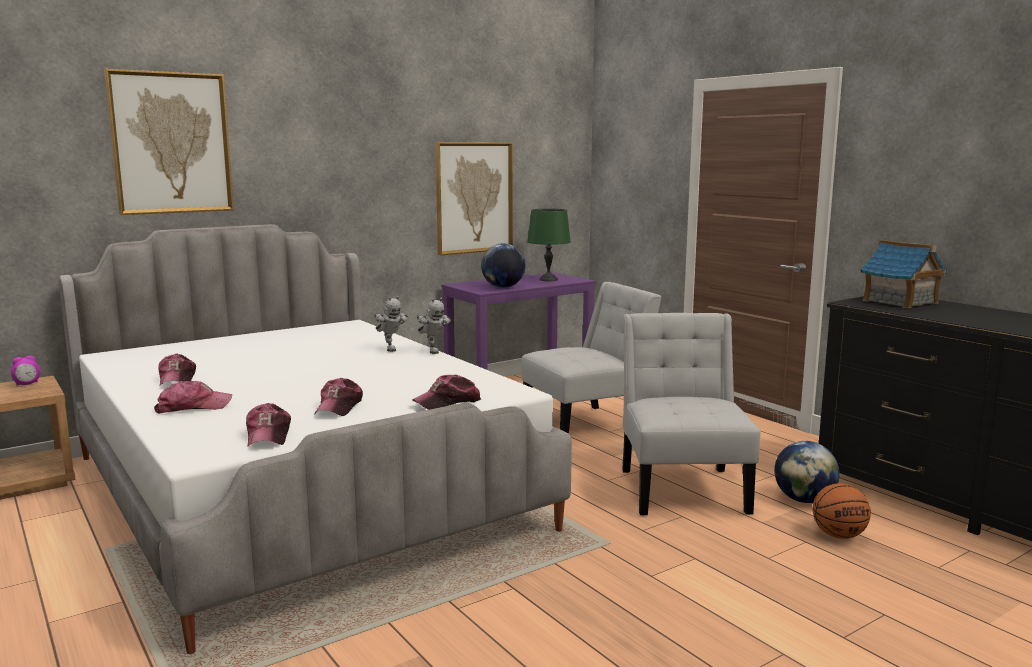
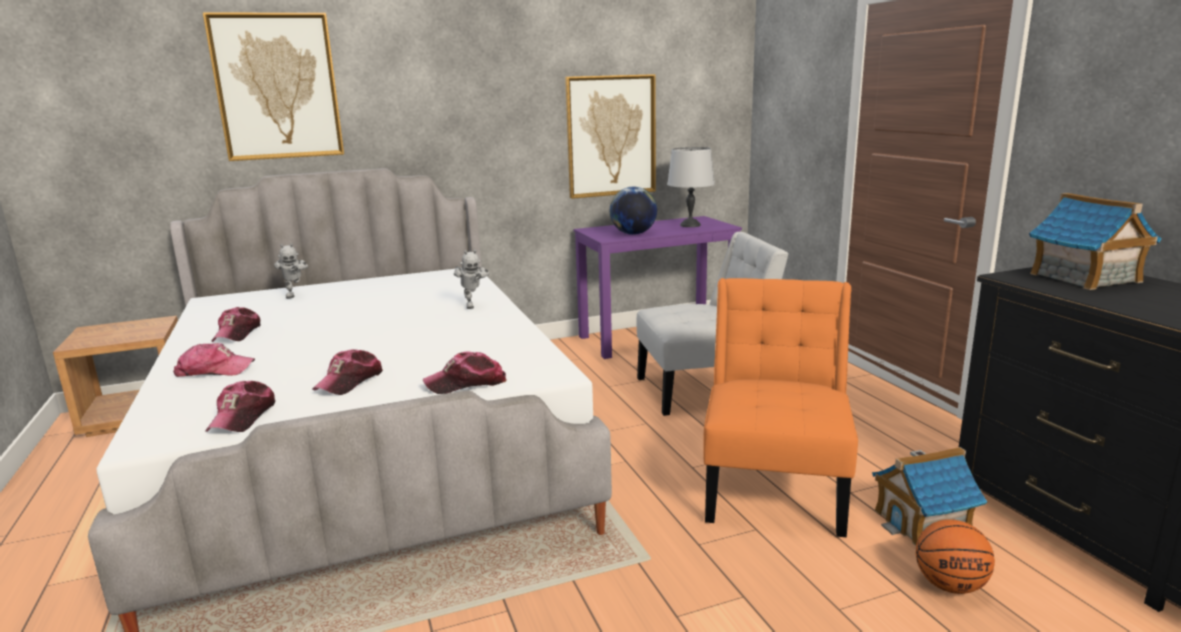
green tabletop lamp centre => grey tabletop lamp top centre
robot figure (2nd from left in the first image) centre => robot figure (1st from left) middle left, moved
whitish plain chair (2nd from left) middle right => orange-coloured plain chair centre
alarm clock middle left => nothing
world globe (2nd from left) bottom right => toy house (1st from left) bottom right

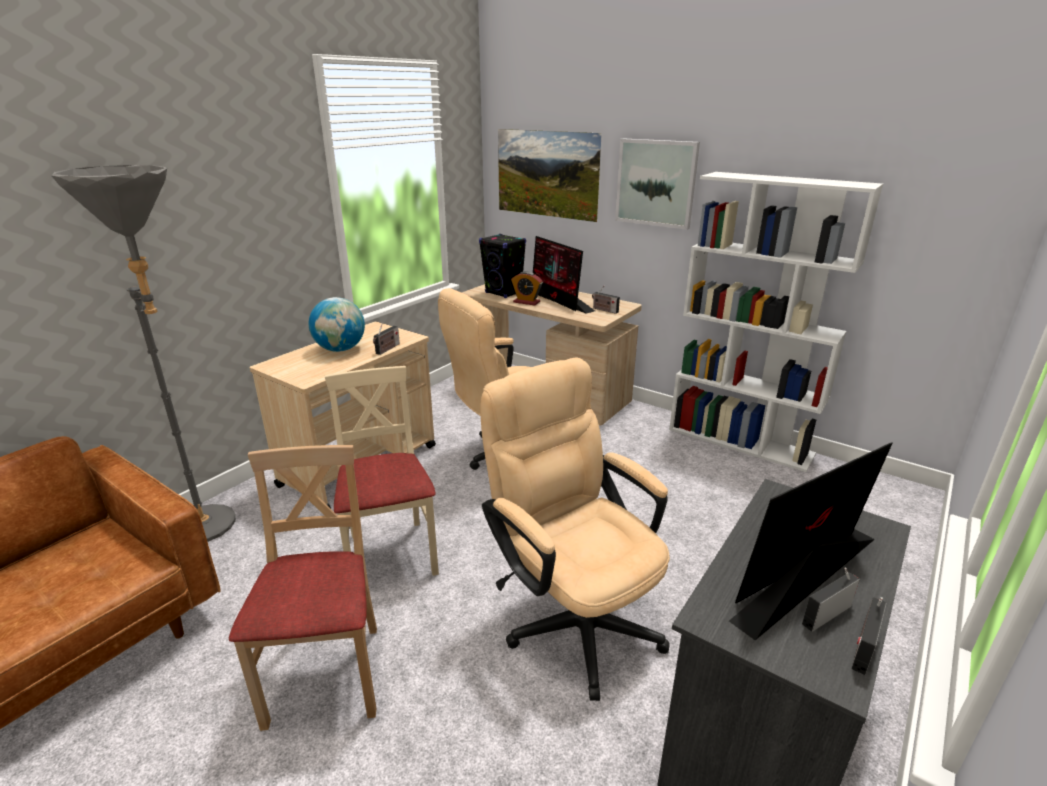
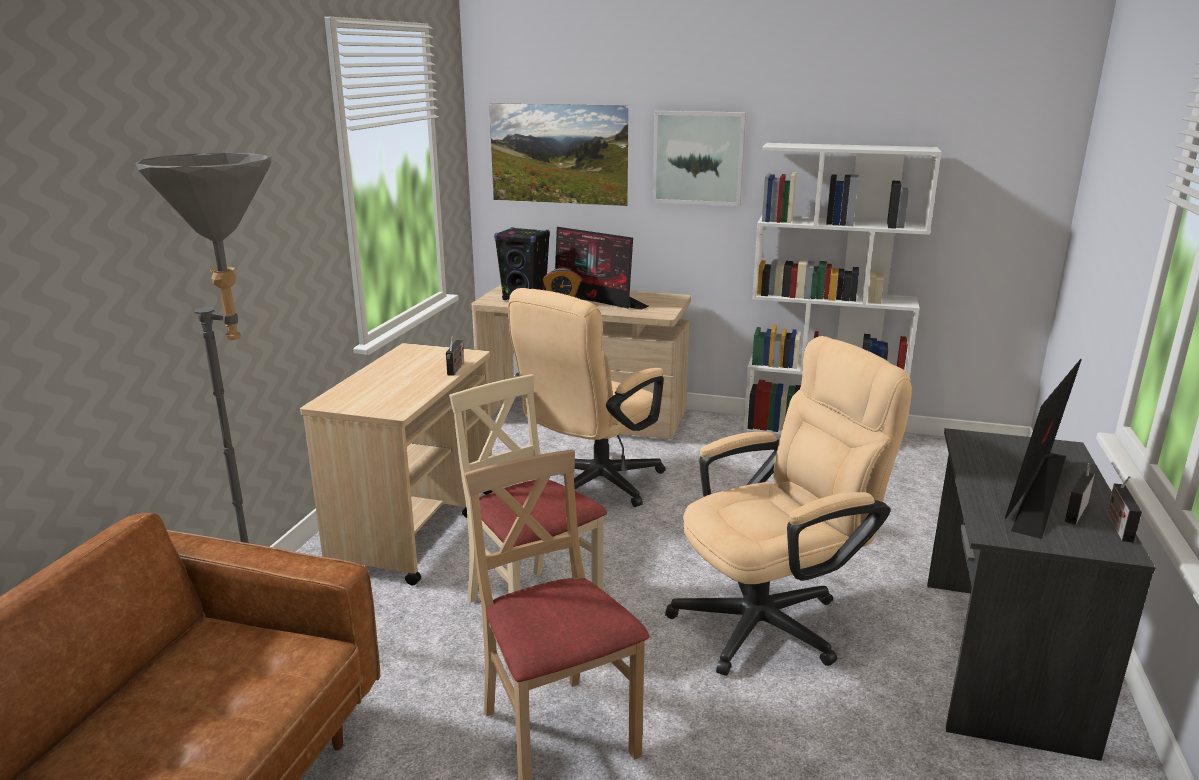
radio set (2nd from left) centre => nothing
world globe middle left => nothing
beige-coloured computer chair (2nd from left) bottom centre => beige-coloured computer chair (2nd from left) centre, 120 degrees clockwise

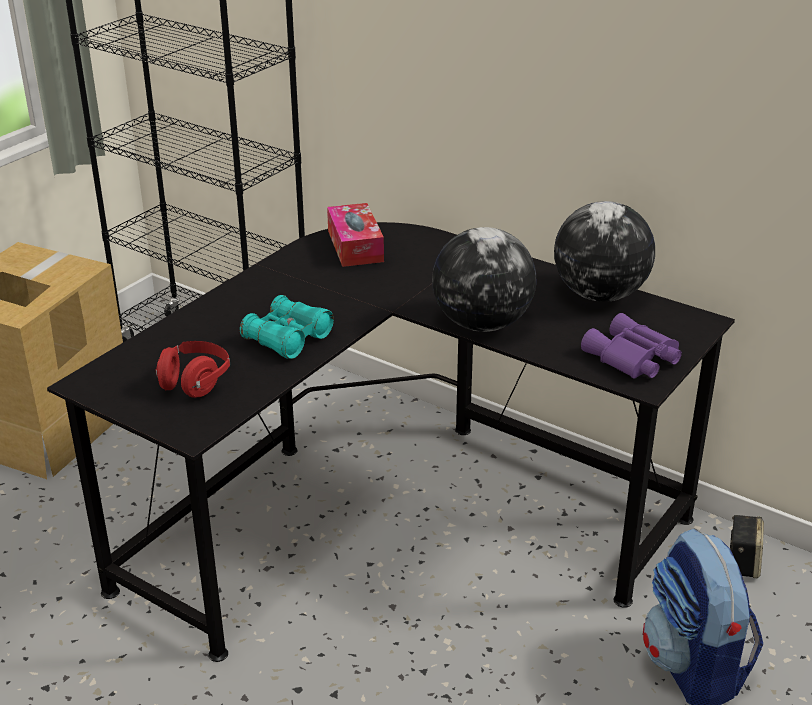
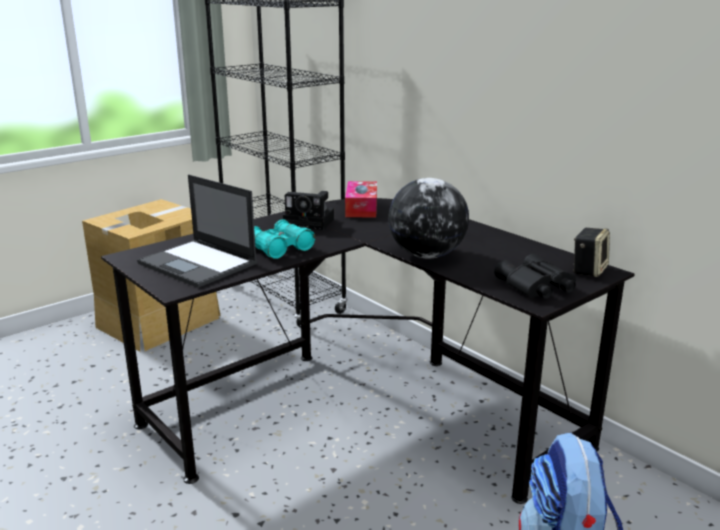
world globe (2nd from left) middle right => nothing
purple binoculars middle right => blackish binoculars middle right
reddish headset middle left => portable computer middle left
loudspeaker bottom right => loudspeaker middle right, moved
nothing => still camera centre

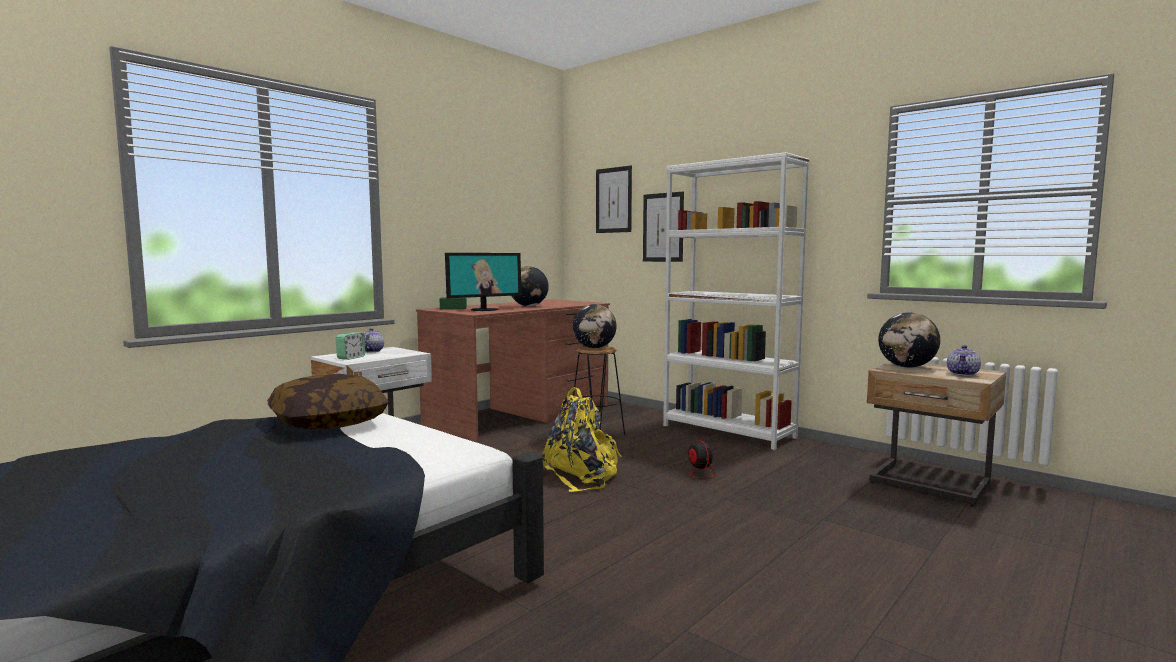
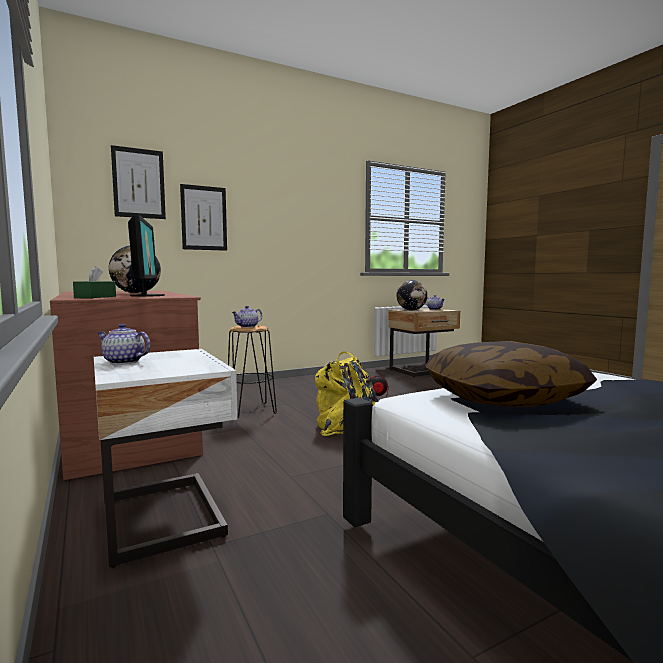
whitish bookshelf centre => nothing
world globe (2nd from left) centre => tea pot (2nd from left) centre
alarm clock middle left => nothing

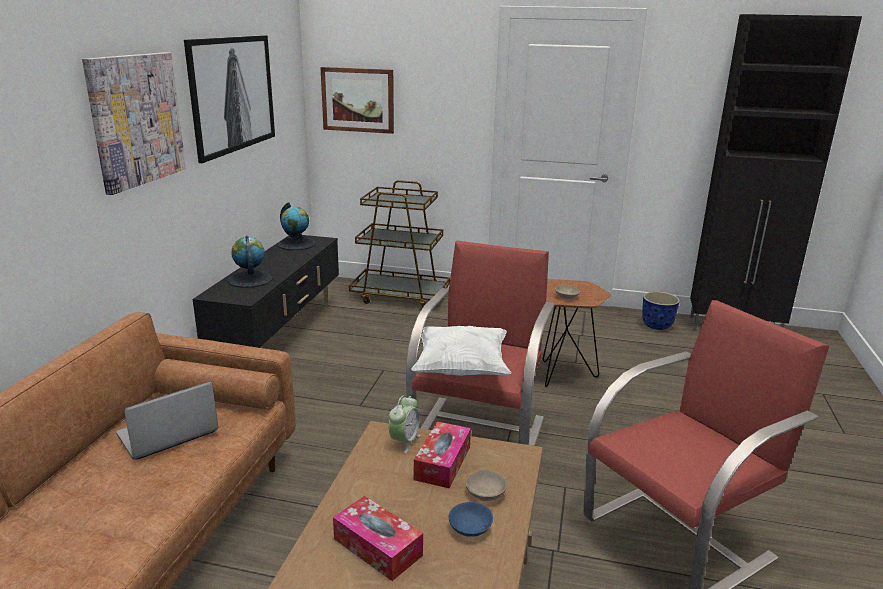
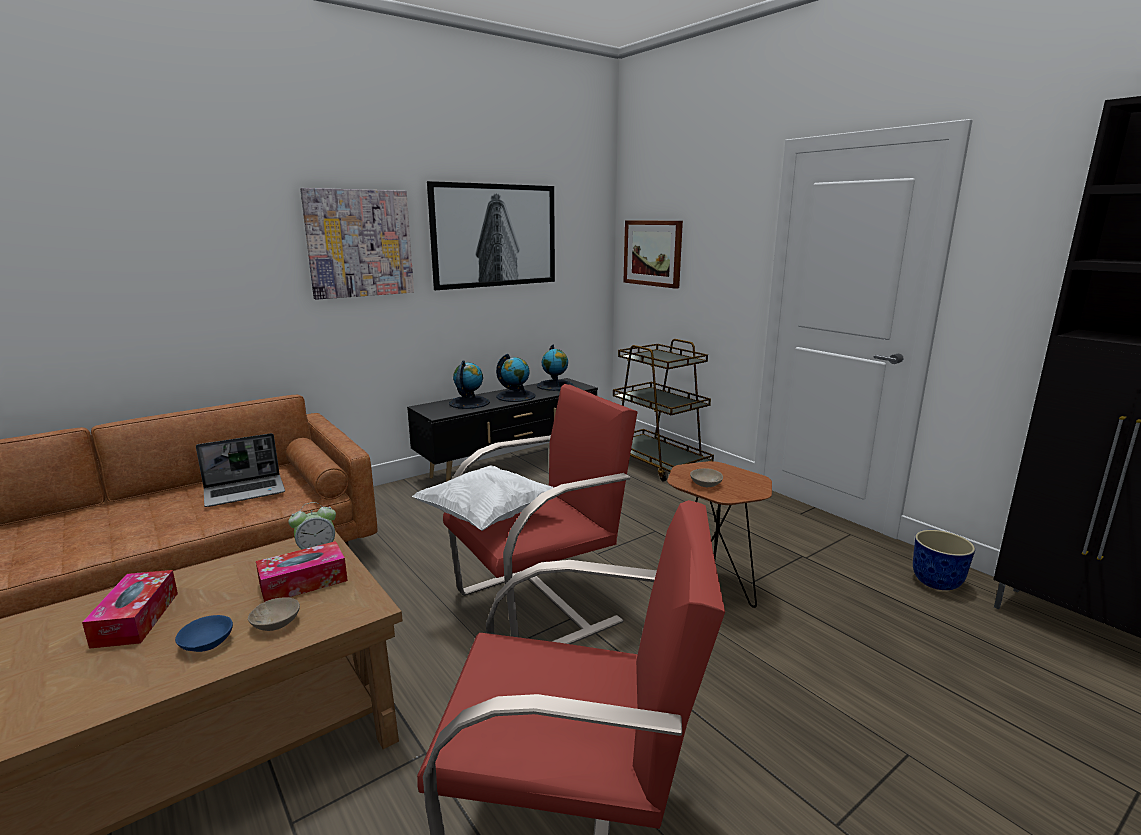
portable computer bottom left => portable computer middle left, 150 degrees clockwise
nothing => world globe (2nd from left) centre

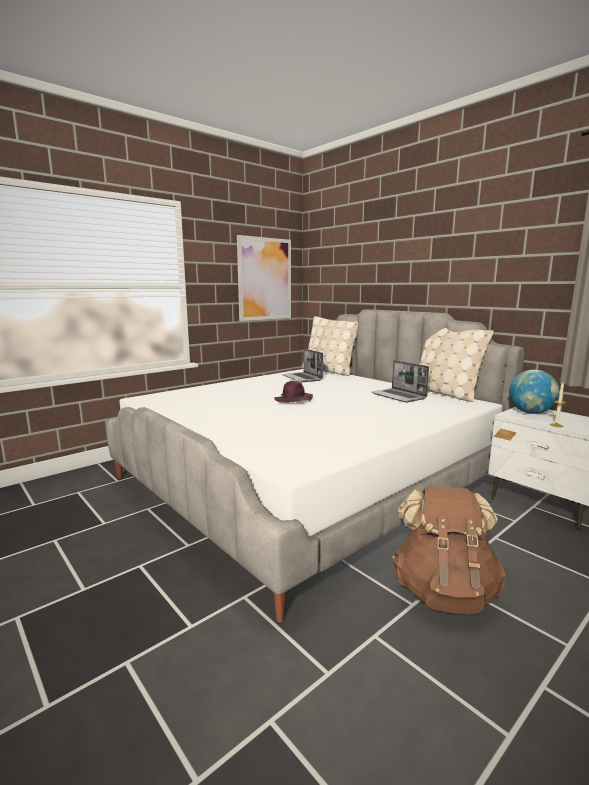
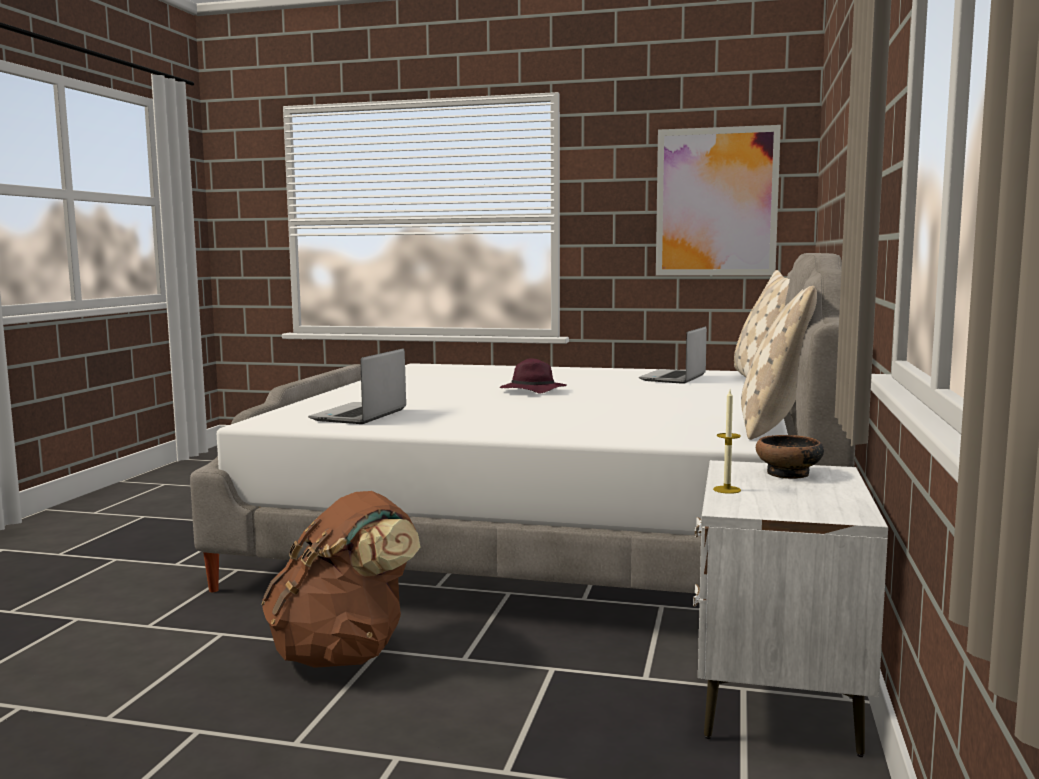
portable computer (2nd from left in the first image) middle right => portable computer (1st from left) centre, moved
world globe middle right => serving bowl middle right

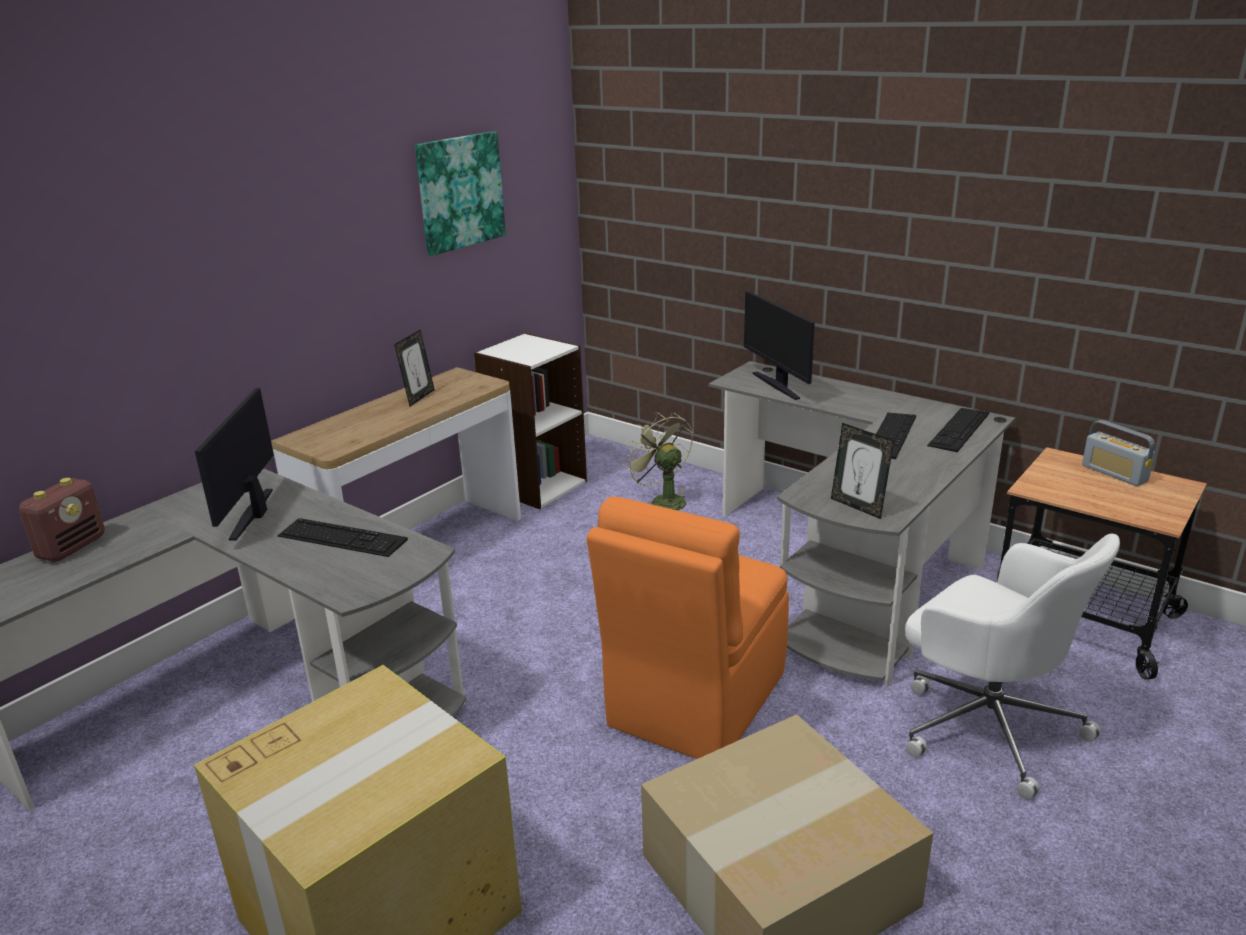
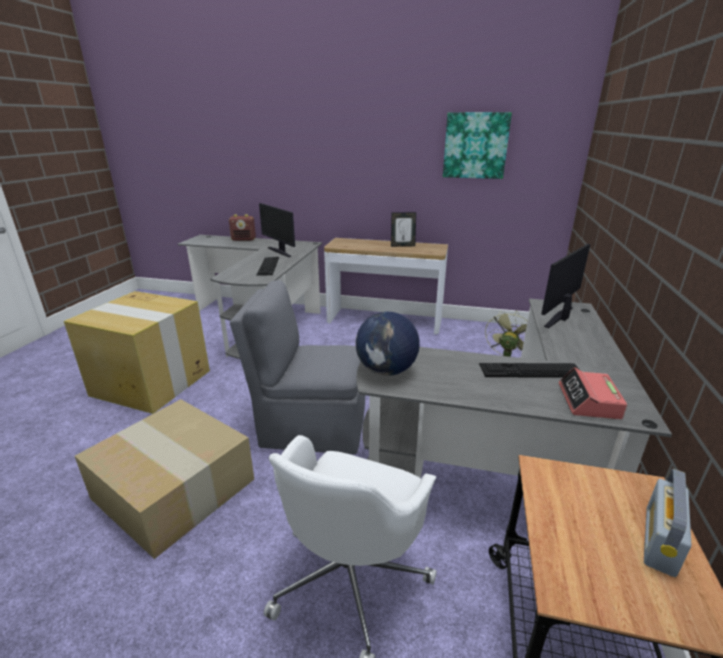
whitish bookshelf centre => nothing
monitor (1st from left) middle left => monitor (1st from left) centre, 105 degrees counterclockwise
keyboard (3rd from left) middle right => alarm clock middle right
standing frame (2nd from left) middle right => world globe centre
orange-coloured plain chair bottom centre => grey plain chair centre

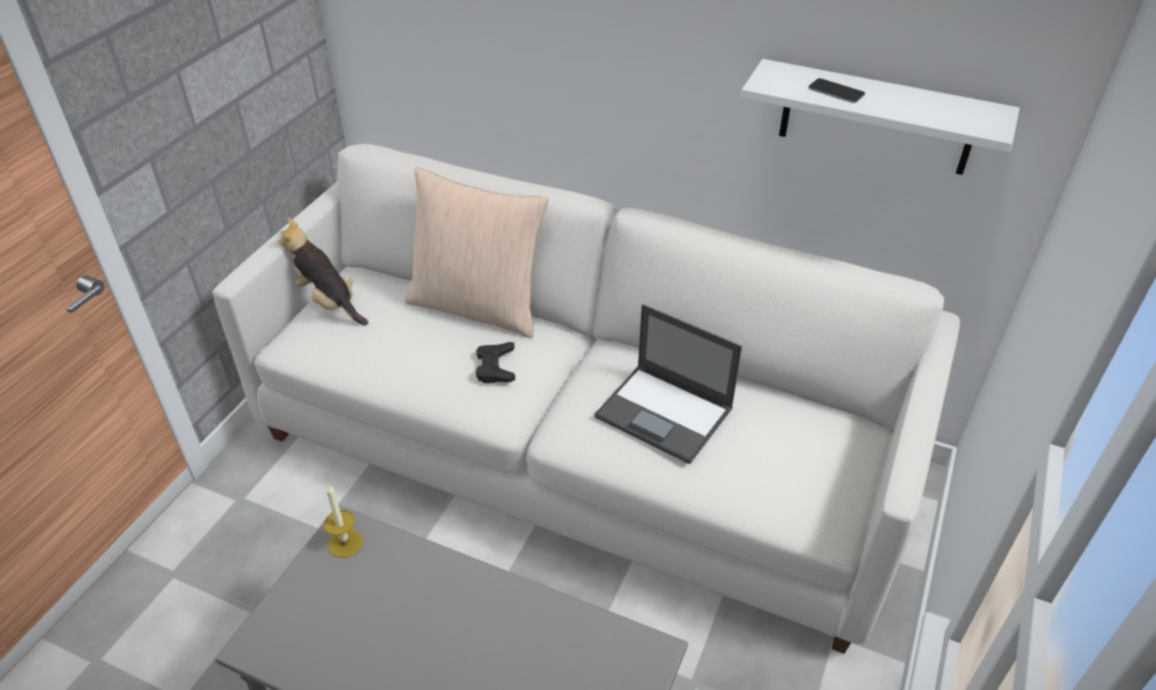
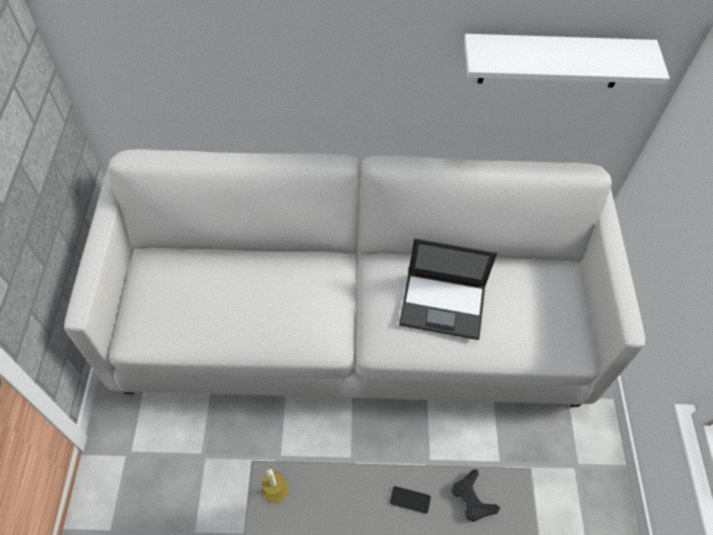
telephone top right => telephone bottom centre, moved
beige-coloured cushion centre => nothing
soft toy middle left => nothing
blackish gamepad centre => blackish gamepad bottom right, moved

